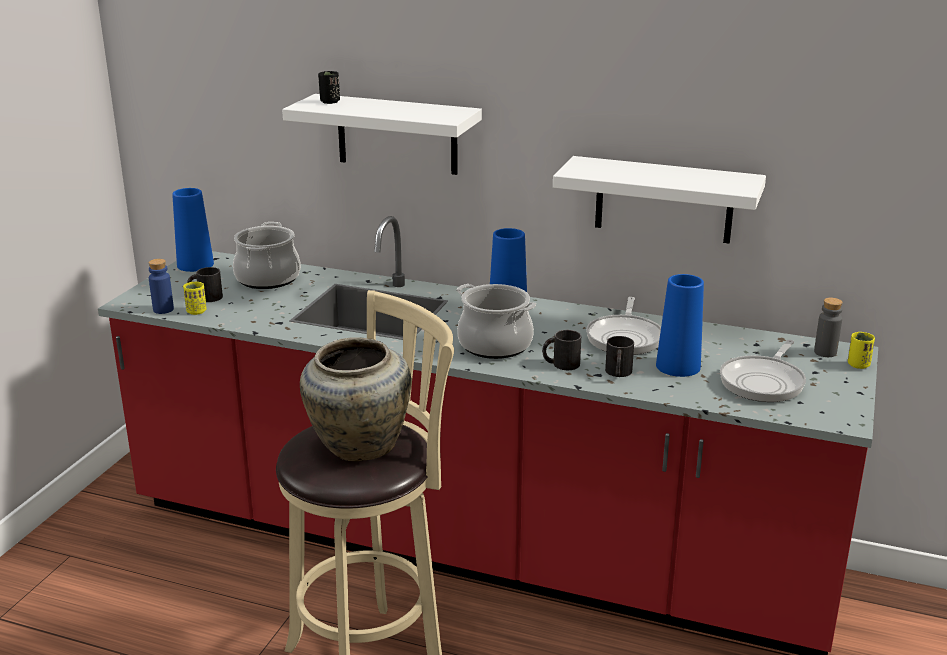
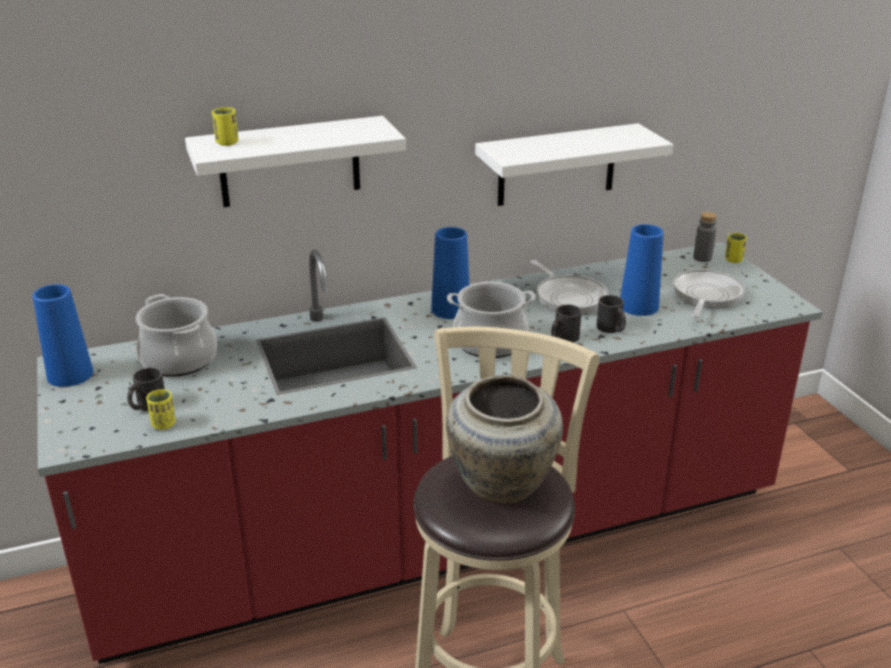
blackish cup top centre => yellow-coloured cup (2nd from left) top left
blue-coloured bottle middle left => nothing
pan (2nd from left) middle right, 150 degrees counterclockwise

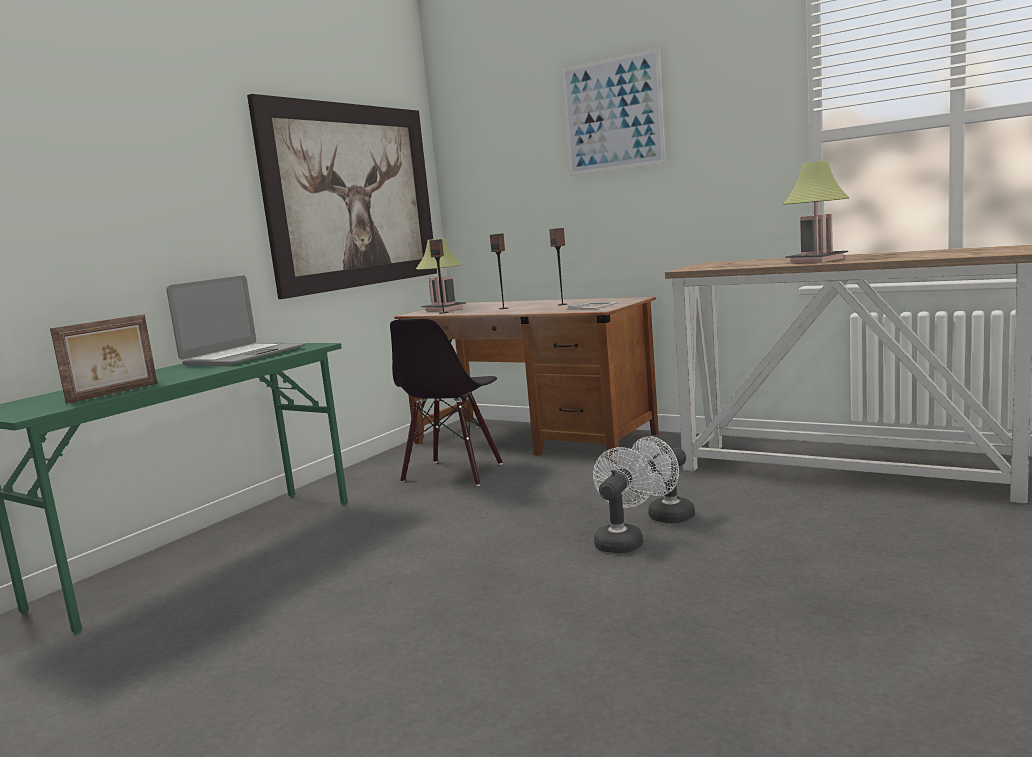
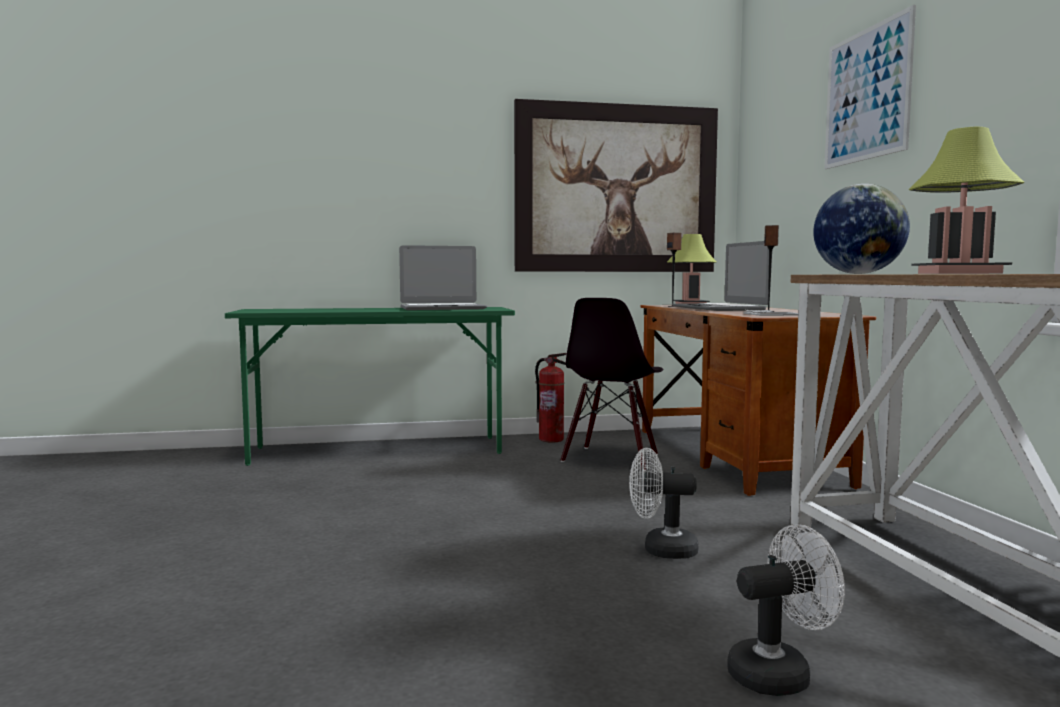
loudspeaker (2nd from left) centre => portable computer (2nd from left) middle right
standing frame (1st from left) middle left => nothing
blackish plain chair centre, 45 degrees counterclockwise
whitish fan (1st from left in the first image) centre => whitish fan (2nd from left) bottom right, moved
nothing => world globe top right
nothing => extinguisher centre

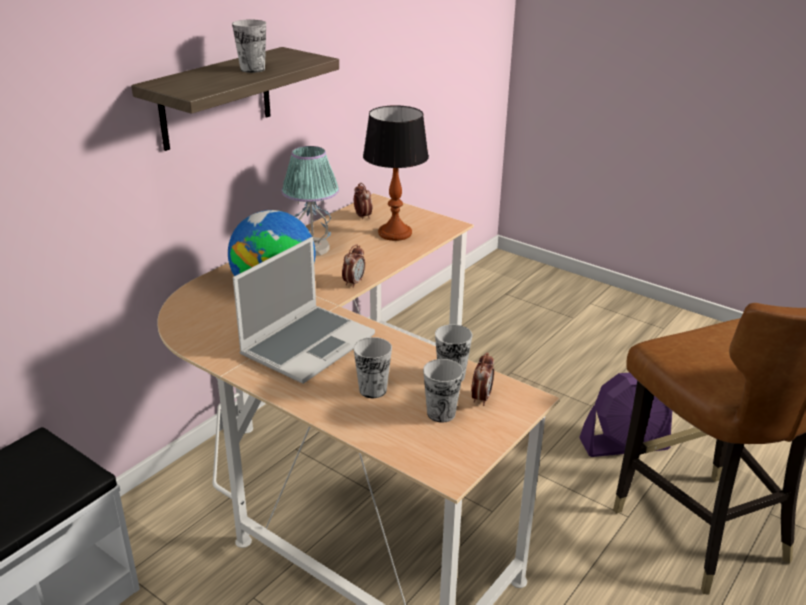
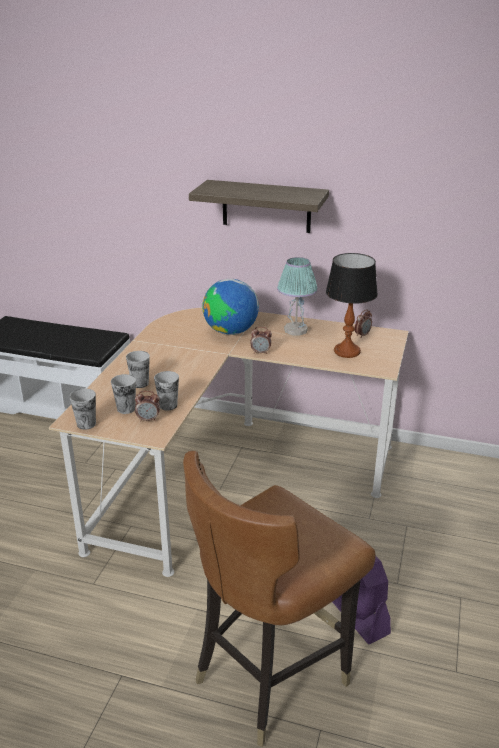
cup (1st from left) top left => cup (1st from left) middle left, moved
portable computer centre => nothing

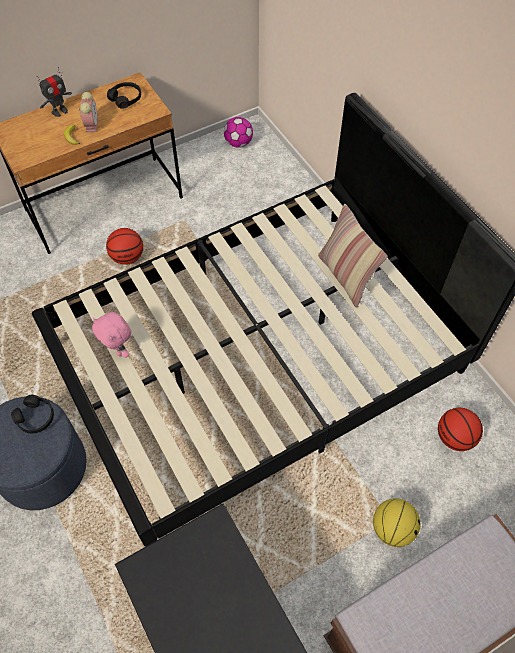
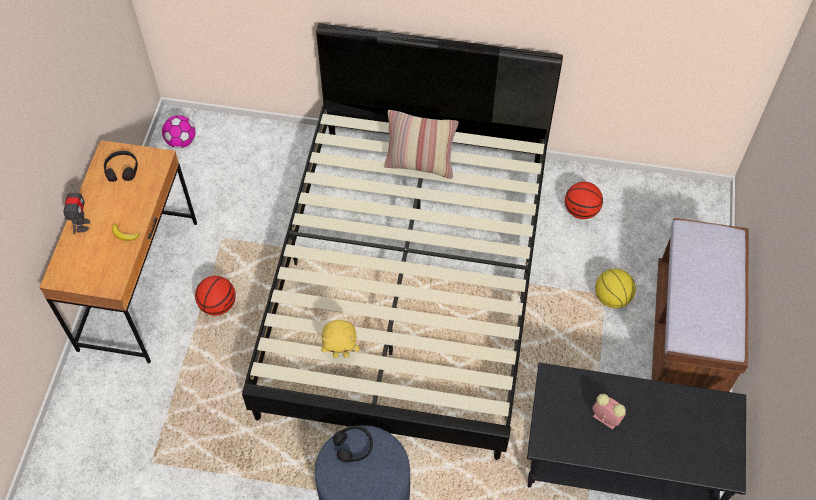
alarm clock top left => alarm clock bottom right, moved
pink soft toy middle left => yellow-coloured soft toy bottom centre

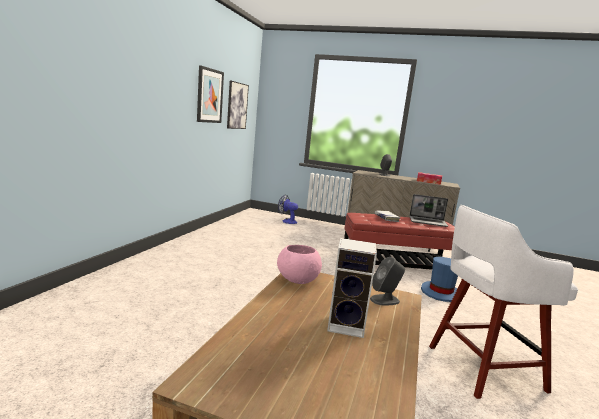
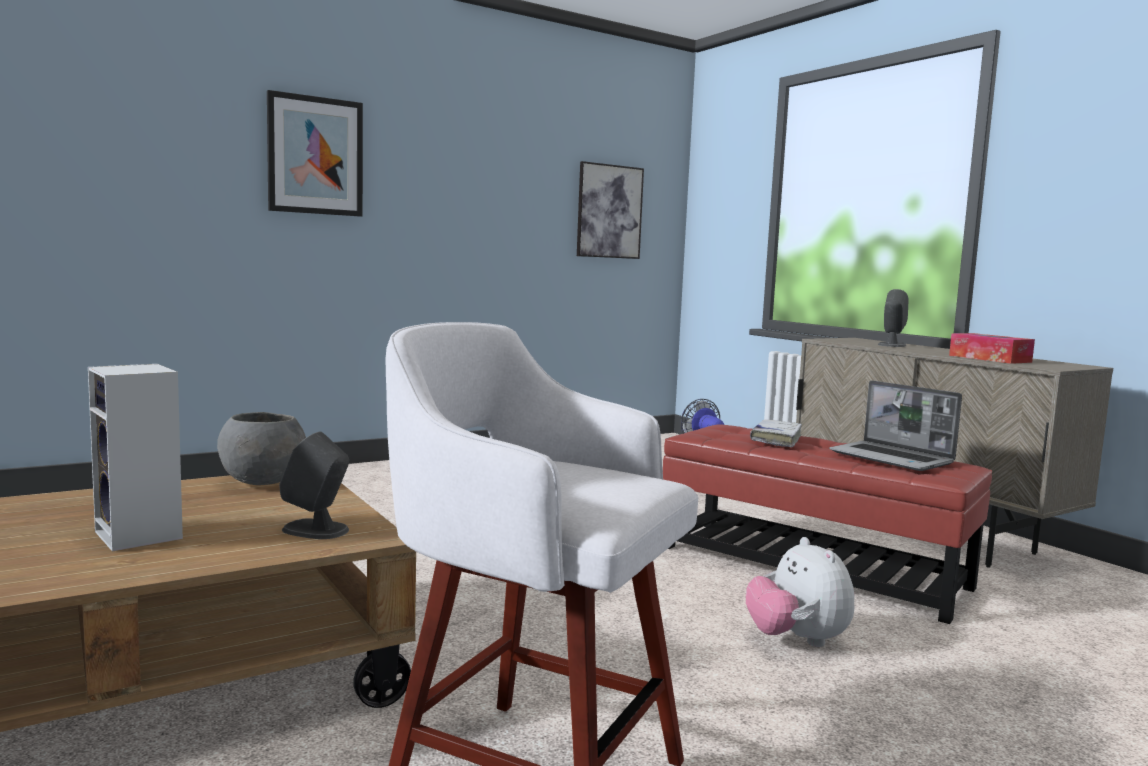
picture (1st from left) top centre => picture (1st from left) top left, moved
pink serving bowl centre => grey serving bowl middle left
blue-coloured clothing hat middle right => soft toy bottom right

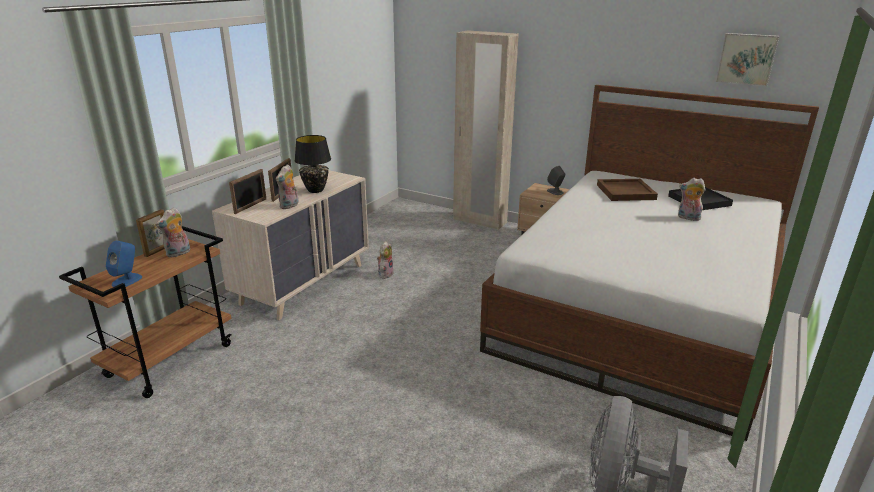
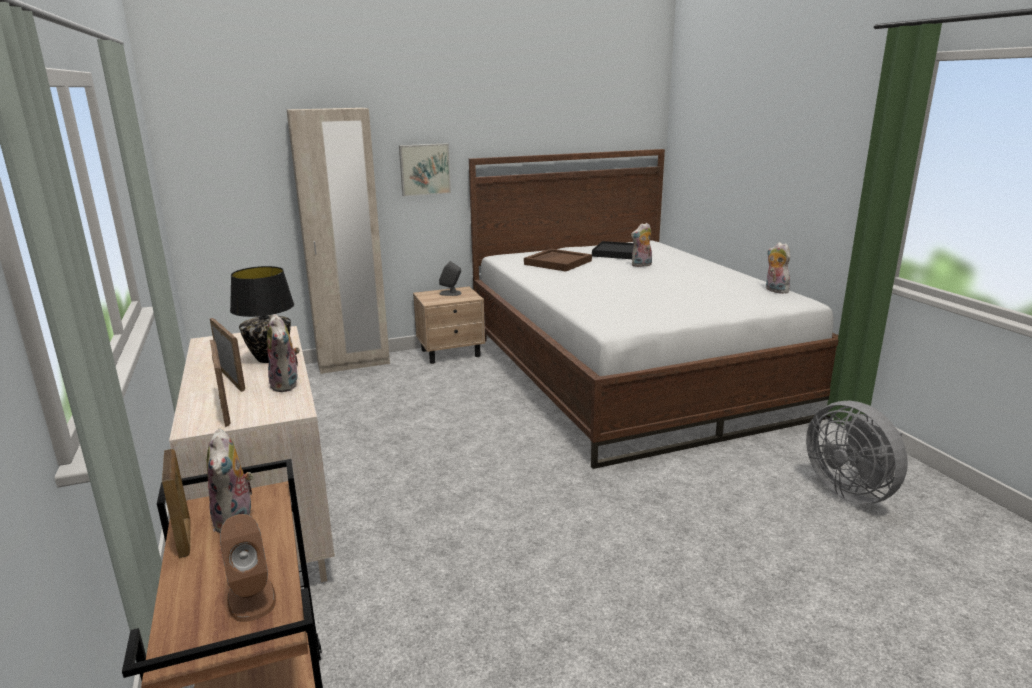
picture top right => picture top centre, moved
blue-coloured loudspeaker middle left => brownish loudspeaker bottom left
soft toy (3rd from left in the first image) centre => soft toy (4th from left) middle right, moved

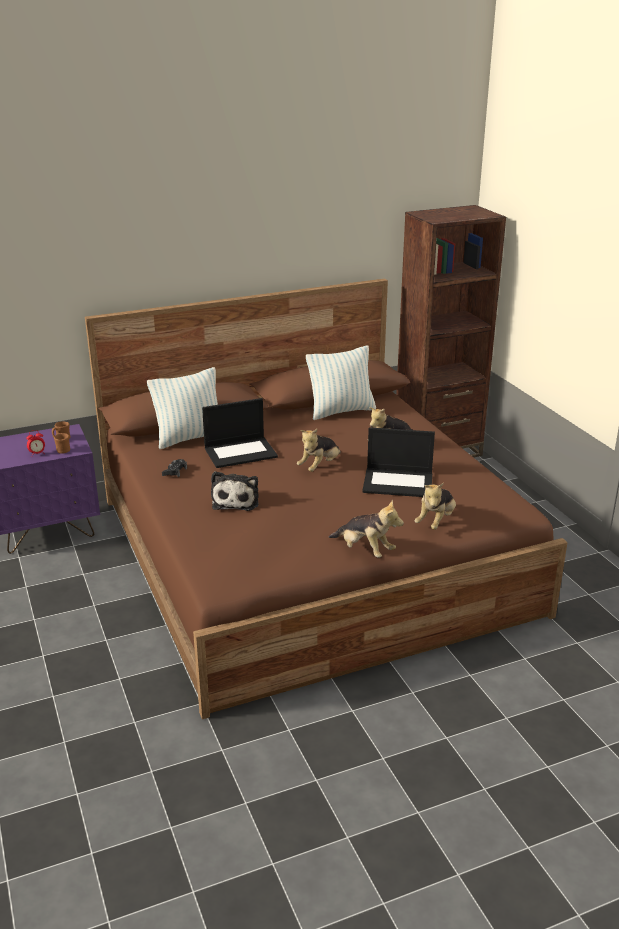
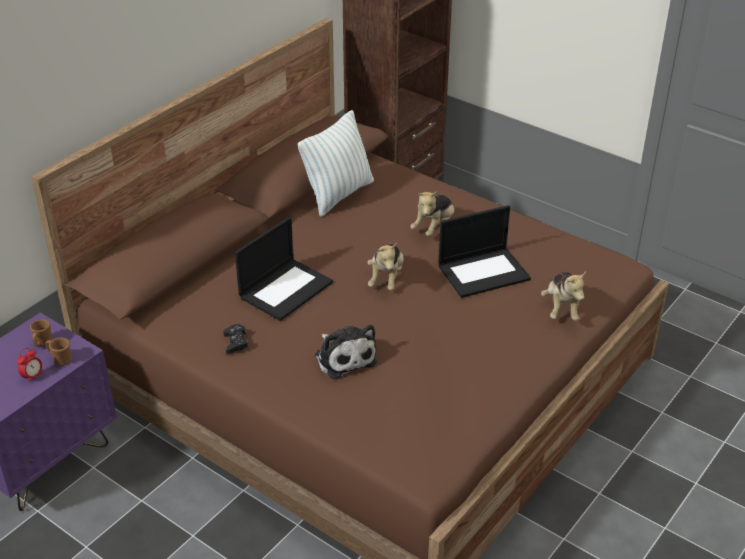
cushion (1st from left) middle left => nothing
soft toy (3rd from left) centre => nothing

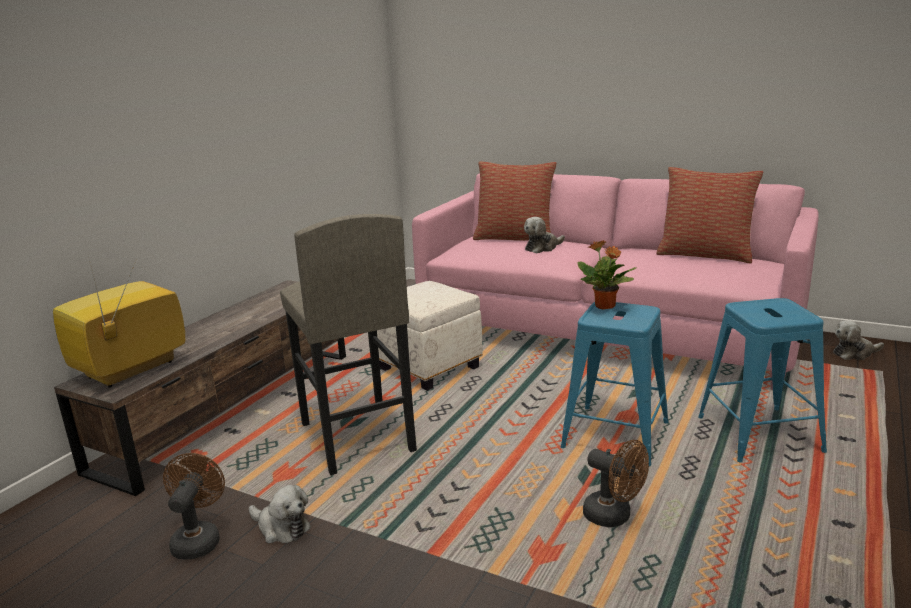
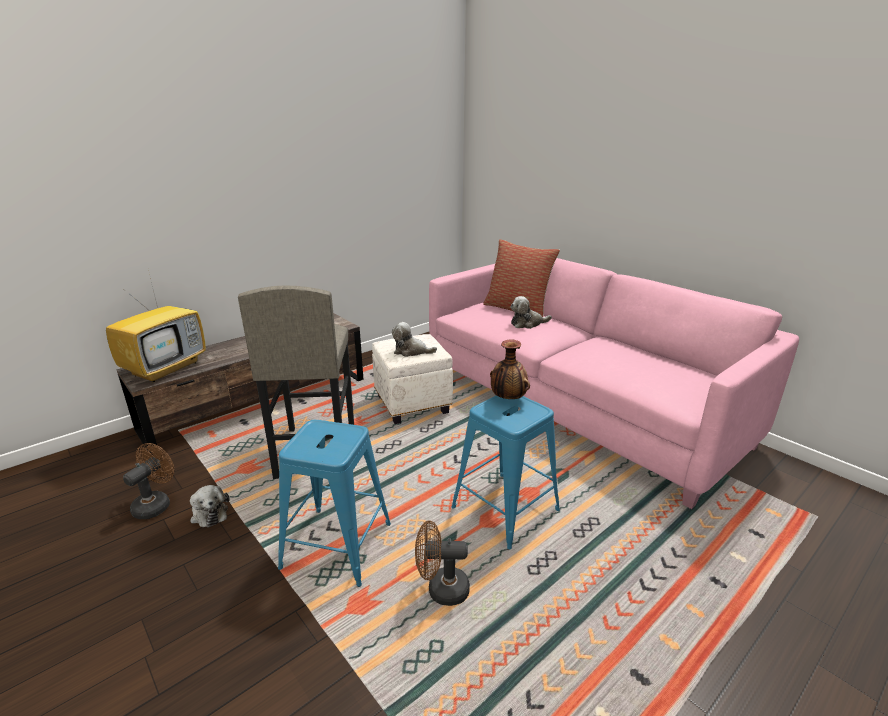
cushion (2nd from left) middle right => nothing
potted plant centre => flower vase centre
TV set middle left, 150 degrees clockwise
blue-coloured stool (2nd from left in the first image) middle right => blue-coloured stool (1st from left) bottom centre, moved
soft toy (3rd from left in the first image) middle right => soft toy (2nd from left) centre, moved
brownish fan (2nd from left) bottom right => brownish fan (2nd from left) bottom centre, 120 degrees clockwise

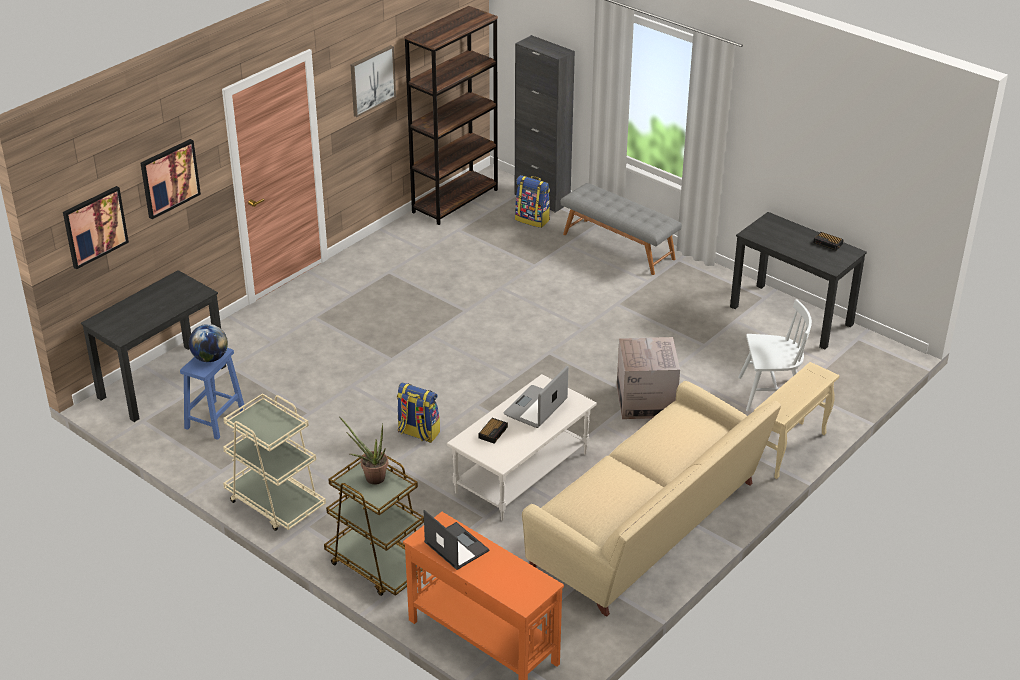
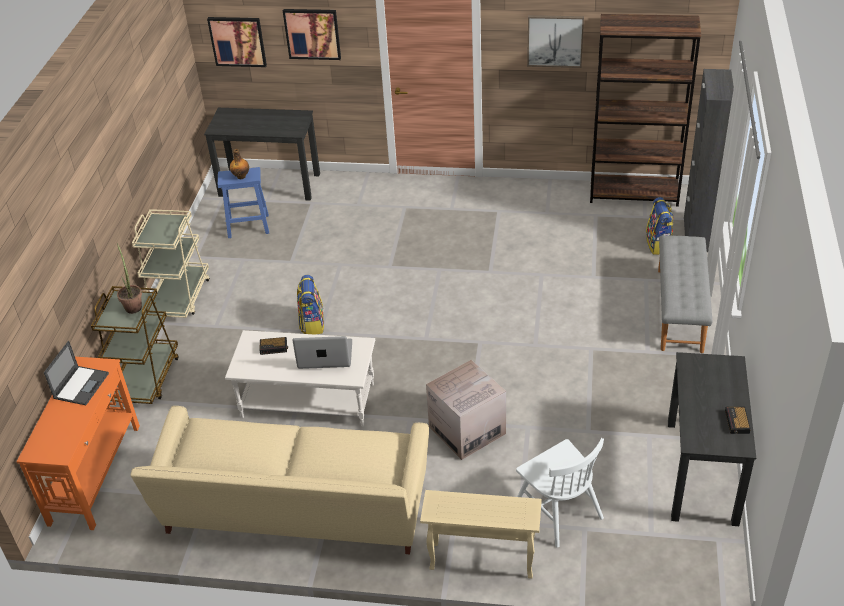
world globe middle left => bottle top left

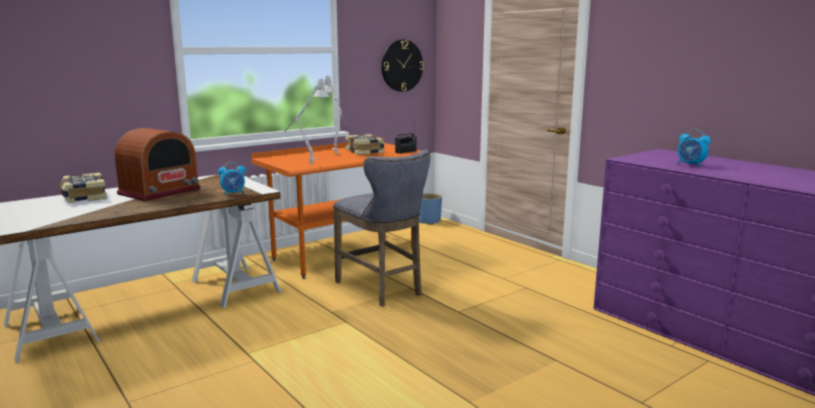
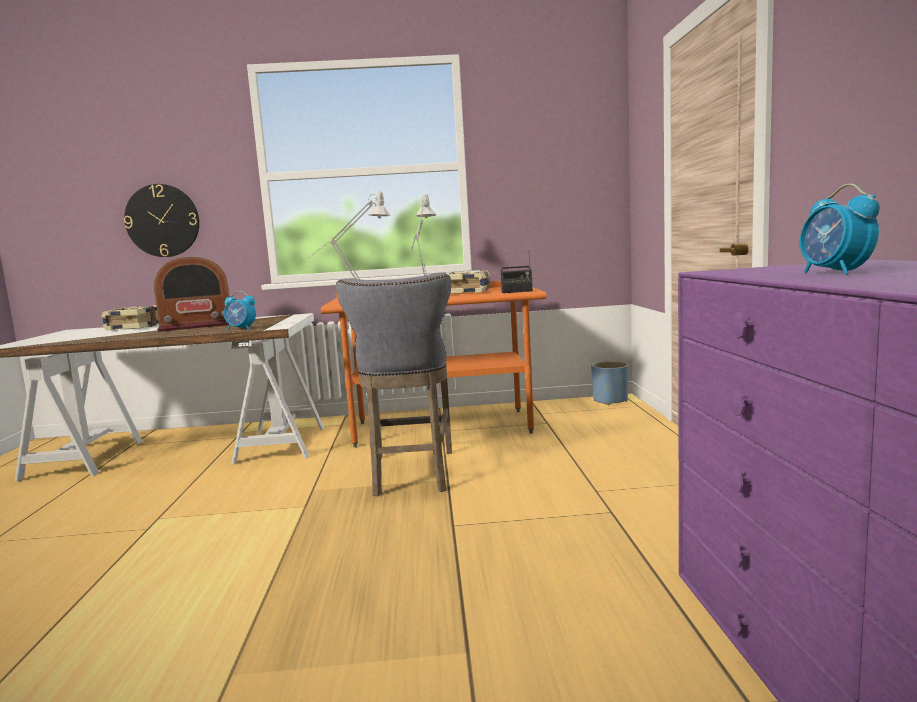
clock on the wall top centre => clock on the wall top left, moved

